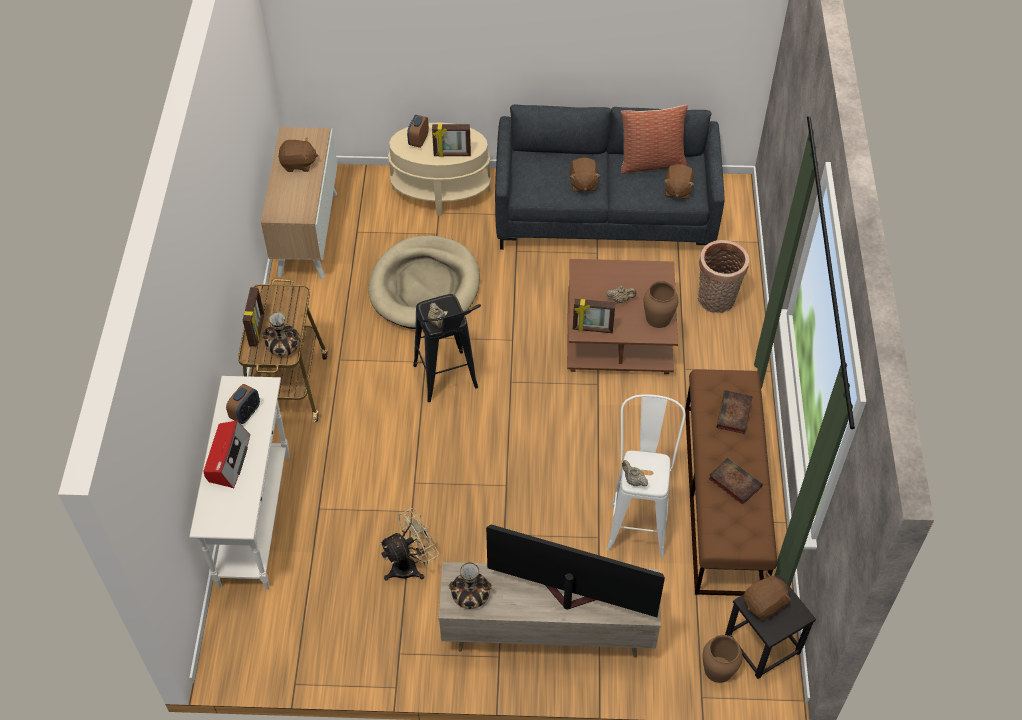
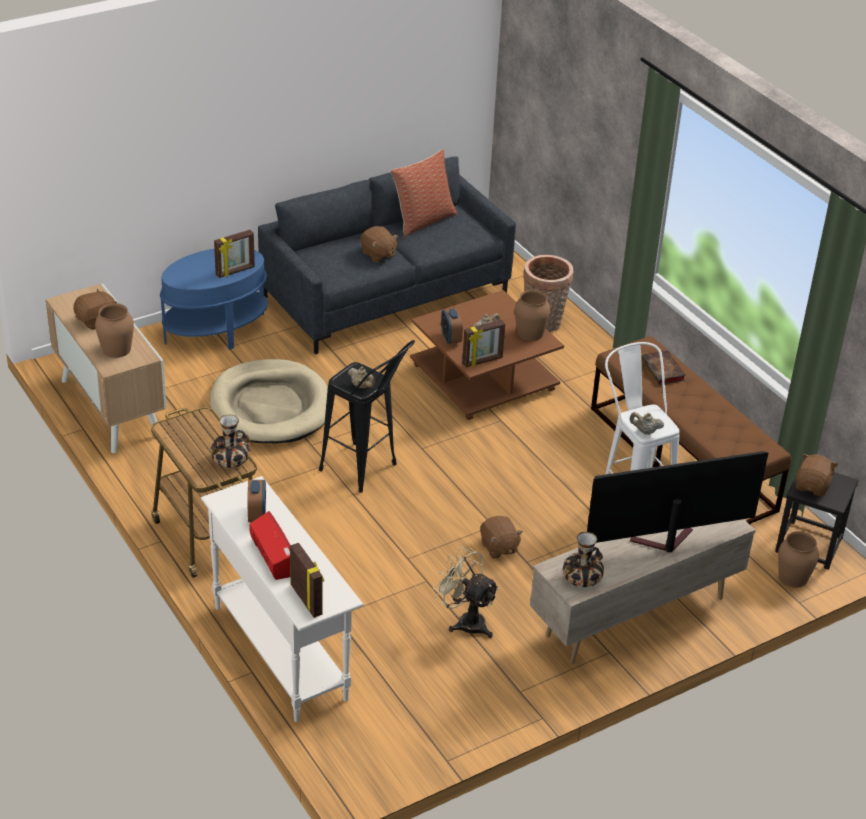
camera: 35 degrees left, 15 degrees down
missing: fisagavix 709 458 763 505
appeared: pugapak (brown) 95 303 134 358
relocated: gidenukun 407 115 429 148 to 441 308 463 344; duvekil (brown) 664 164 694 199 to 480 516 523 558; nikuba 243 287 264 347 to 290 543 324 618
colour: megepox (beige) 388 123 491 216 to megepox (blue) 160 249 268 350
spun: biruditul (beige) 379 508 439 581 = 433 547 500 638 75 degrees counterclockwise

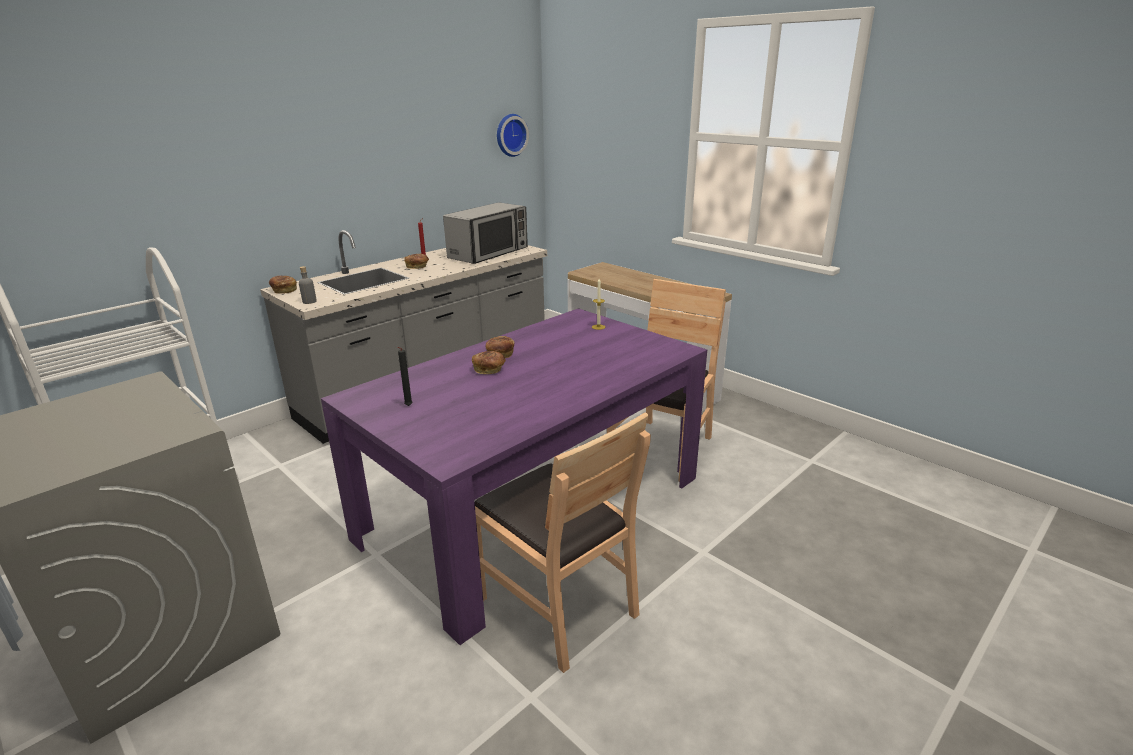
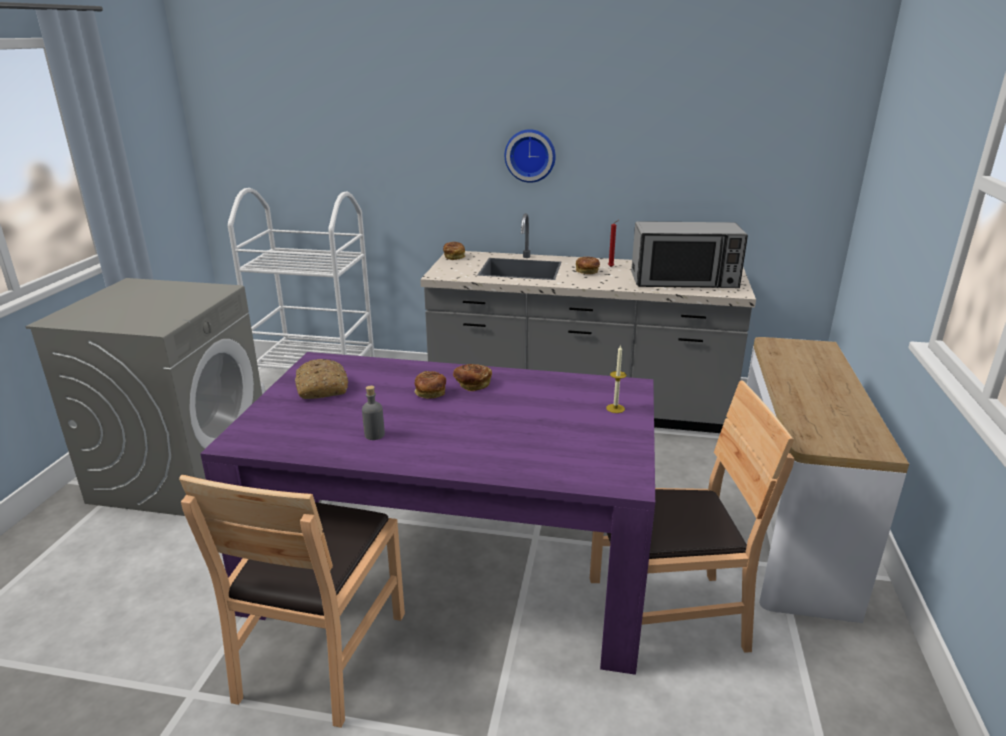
camera: 55 degrees right, 0 degrees up
relocated: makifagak 497 114 529 157 to 505 129 556 183; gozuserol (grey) 299 266 317 304 to 362 386 385 440
exchanged: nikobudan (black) 397 347 413 406 to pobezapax 295 359 348 399

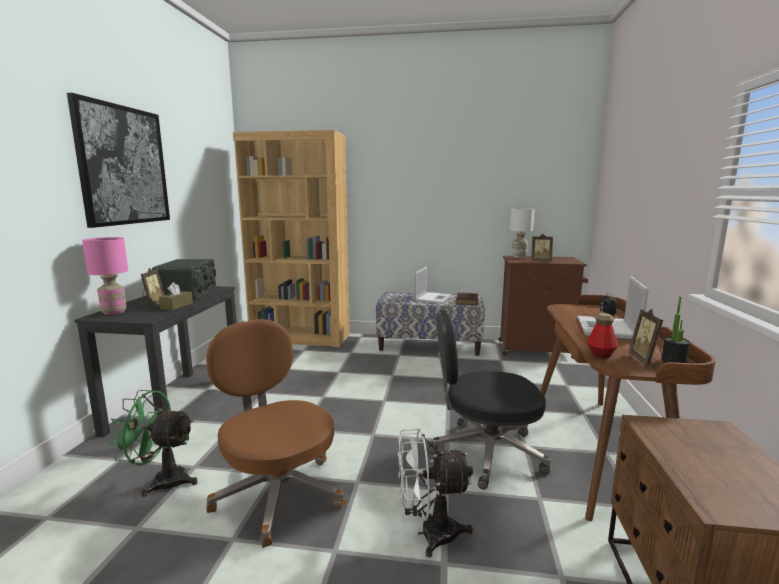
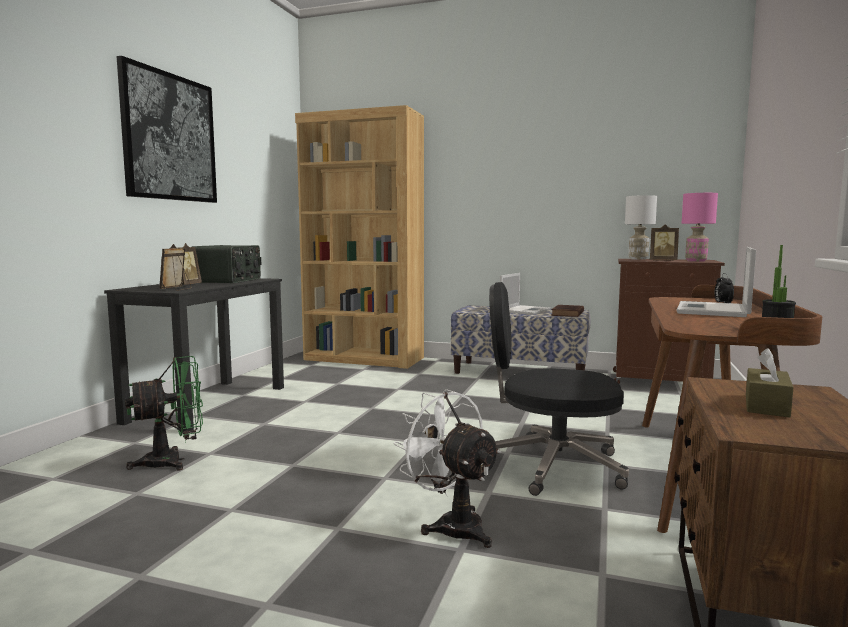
camera: 10 degrees right, 5 degrees down
missing: gozuserol 587 313 618 358; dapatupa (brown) 206 319 345 548
relocated: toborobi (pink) 82 237 128 315 to 682 193 718 262; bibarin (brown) 159 282 193 310 to 746 348 793 418; nikuba 628 309 664 366 to 159 244 191 291
spun: biruditul (green) 107 390 198 497 = 125 356 203 471 135 degrees clockwise; biruditul (white) 398 428 473 558 = 394 389 501 548 45 degrees clockwise

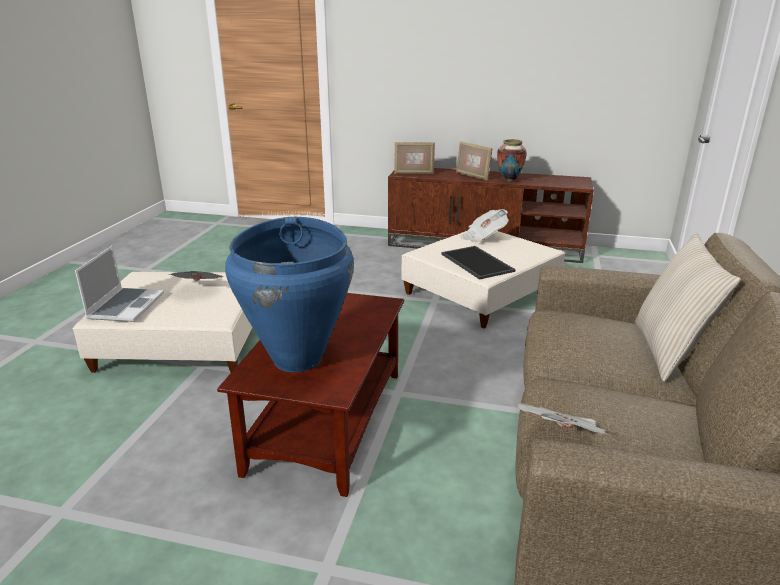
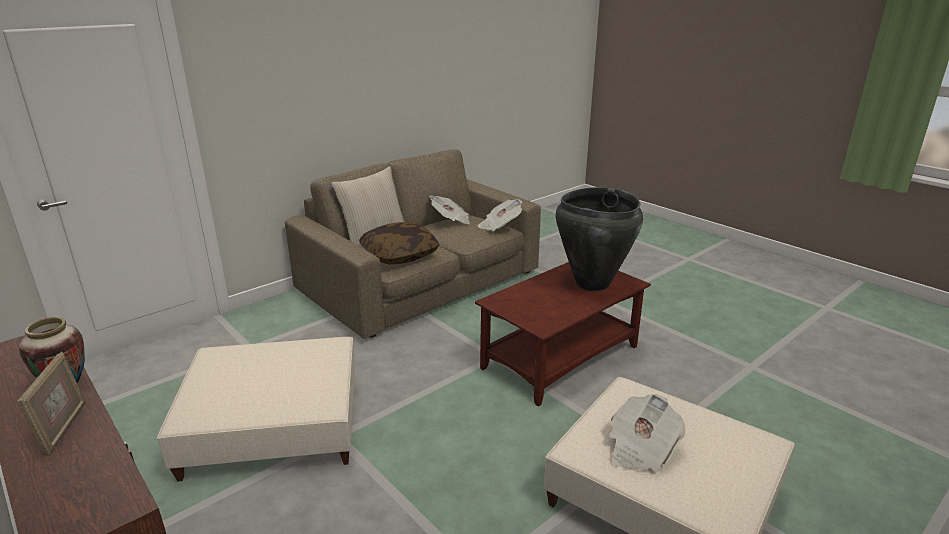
camera: 145 degrees left, 0 degrees up
missing: nikuba 394 142 435 174; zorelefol 75 246 164 322; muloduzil 441 246 516 280
appeared: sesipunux 359 222 440 264
relocated: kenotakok 460 209 509 242 to 429 195 470 224
colour: pugapak (blue) 225 217 354 372 to pugapak (black) 556 187 643 291

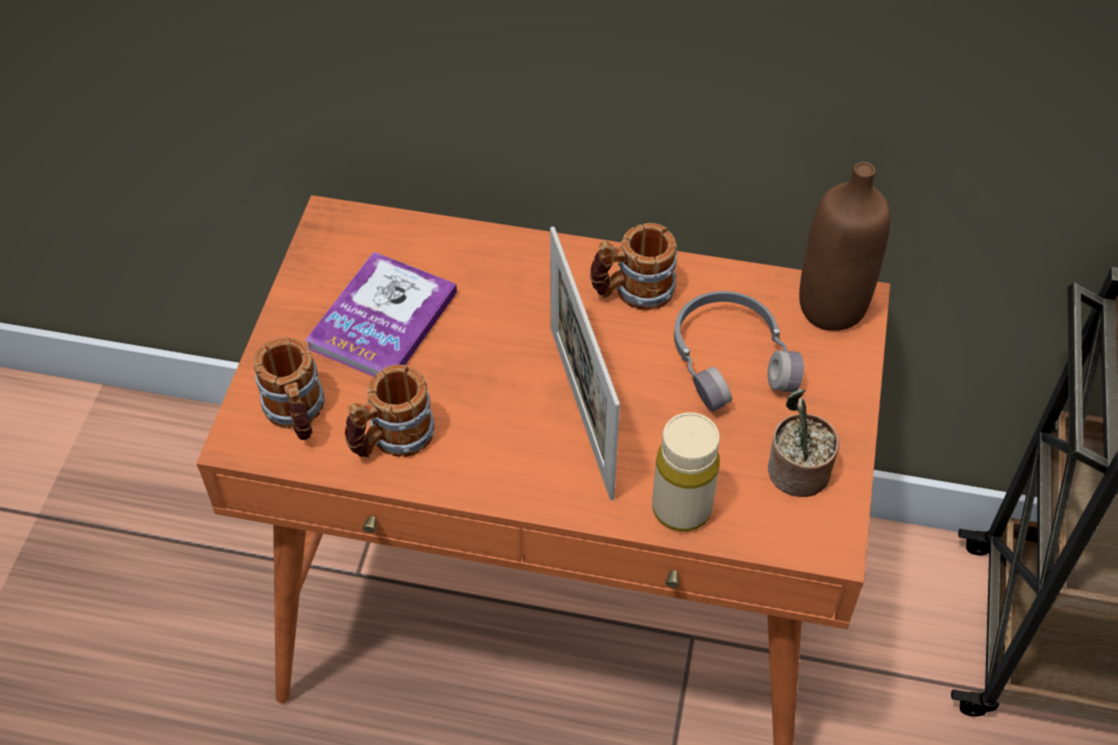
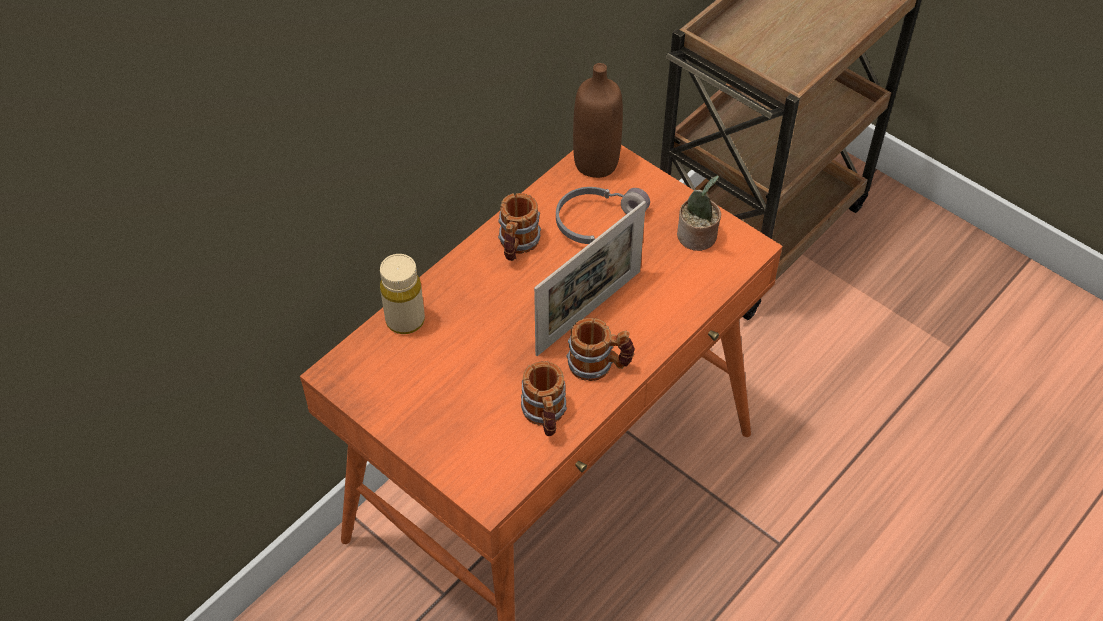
camera: 60 degrees left, 0 degrees up
missing: fisagavix 305 252 457 377
relocated: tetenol 254 337 325 440 to 567 318 635 381; gozuserol (beige) 652 412 720 531 to 380 254 425 334
spun: nikuba 550 226 620 500 = 534 201 646 356 60 degrees counterclockwise

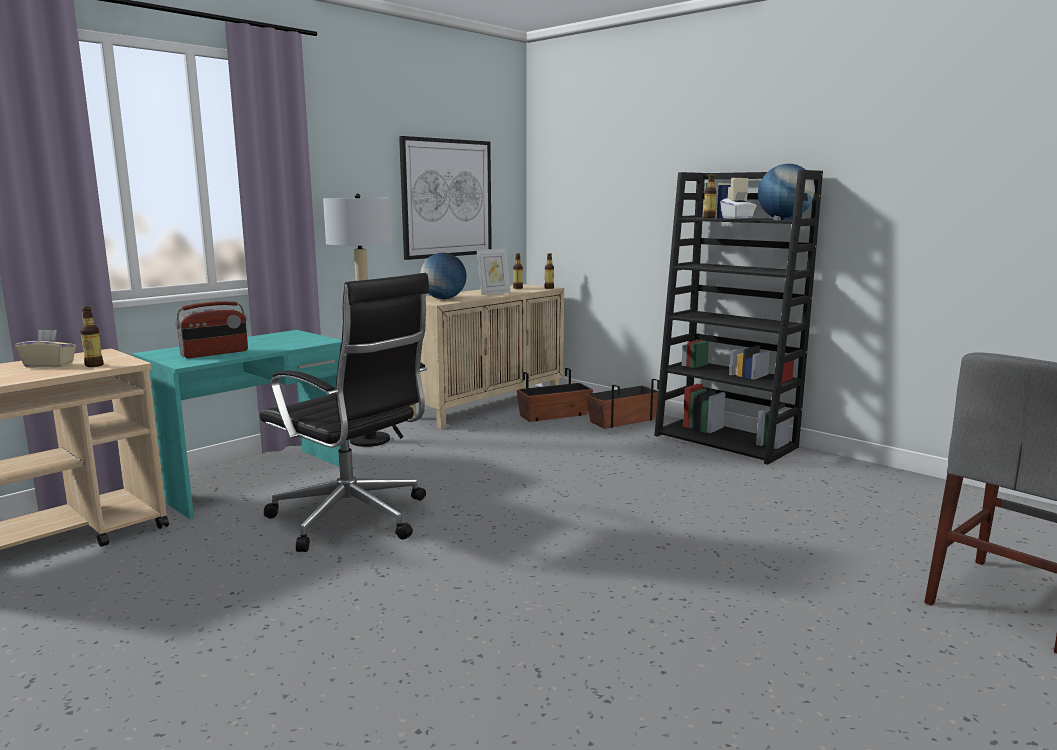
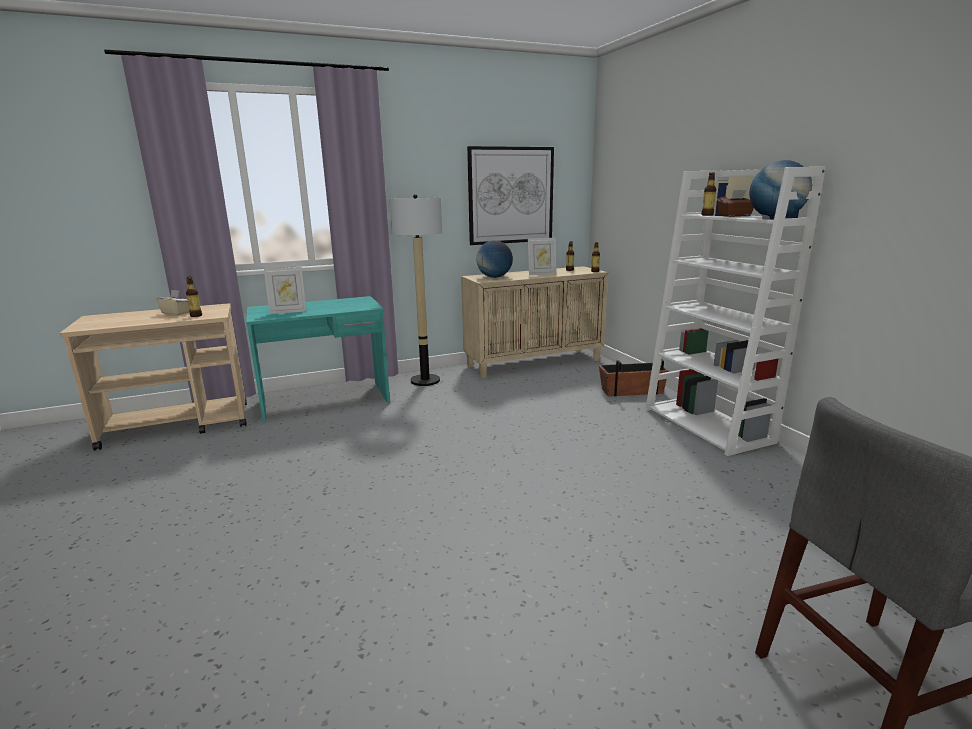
camera: 25 degrees right, 5 degrees up
missing: dapatupa (black) 260 273 430 552; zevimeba 517 368 593 422
exchanged: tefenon 175 301 248 358 to nikuba 264 267 306 314
colour: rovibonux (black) 654 170 823 465 to rovibonux (white) 645 167 826 456; bibarin (white) 720 192 757 219 to bibarin (brown) 717 190 754 217

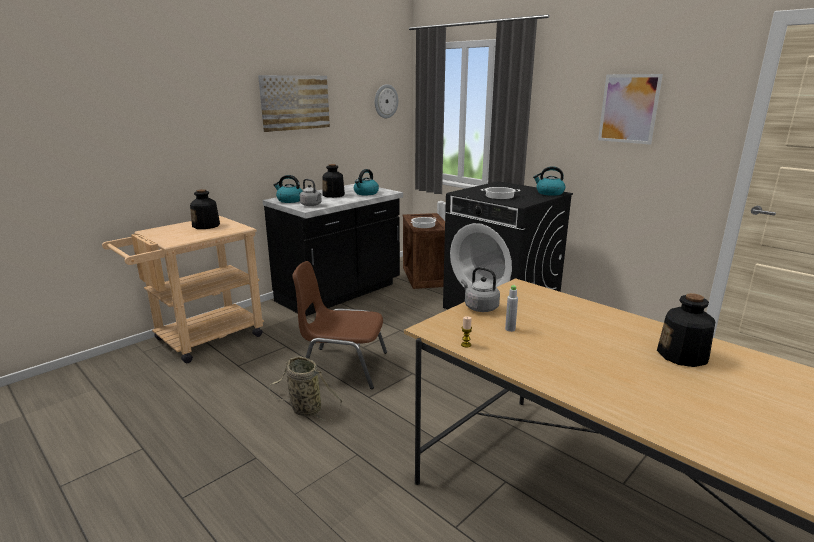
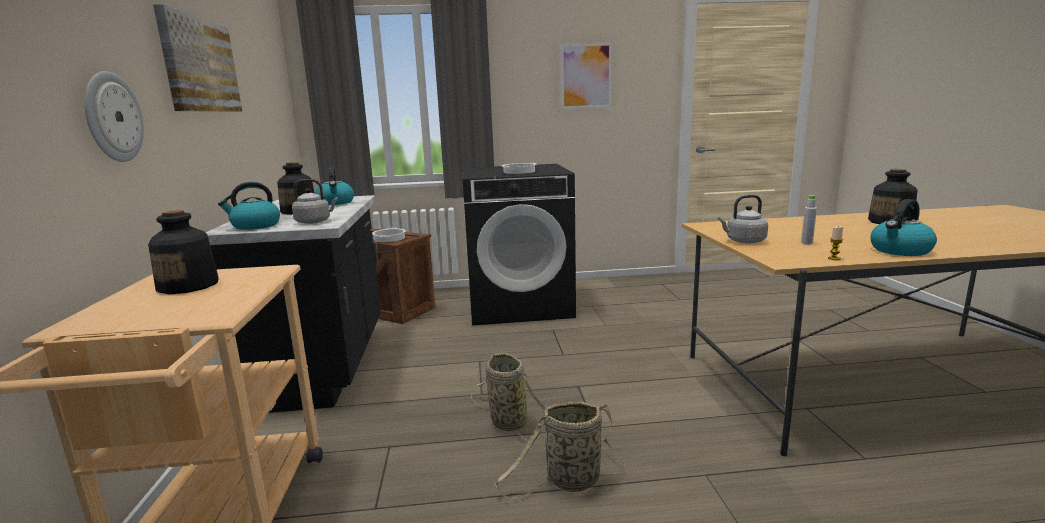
camera: 50 degrees left, 5 degrees down
relocated: makifagak 375 84 398 118 to 84 71 144 162; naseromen 533 166 565 196 to 870 199 937 256
exchanged: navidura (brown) 292 261 387 389 to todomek 471 353 546 440

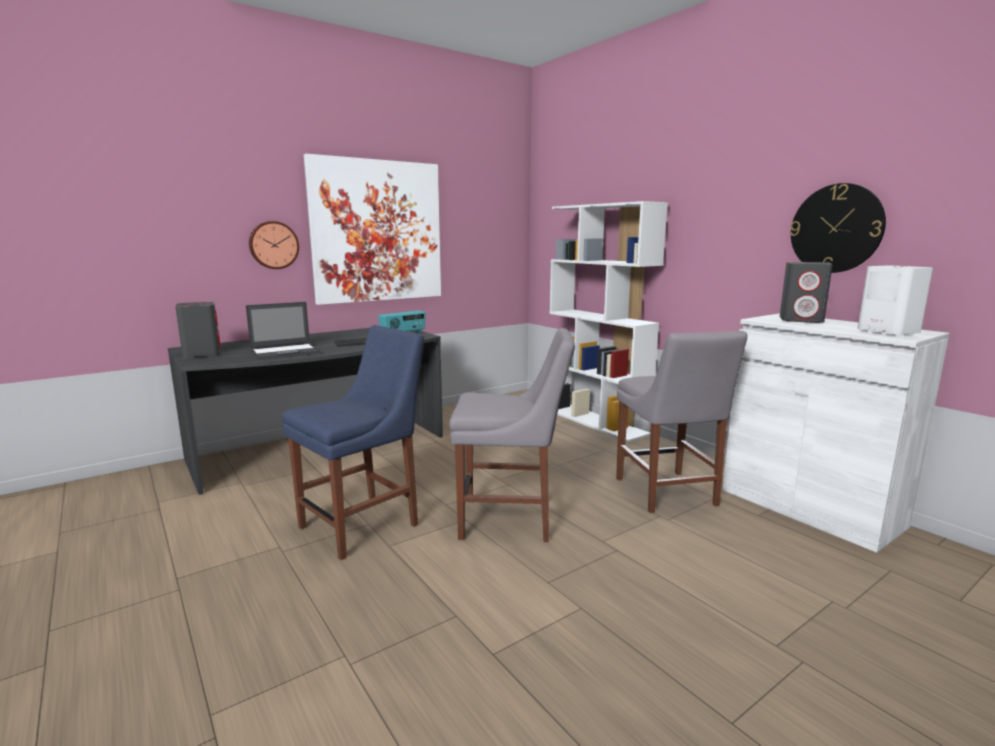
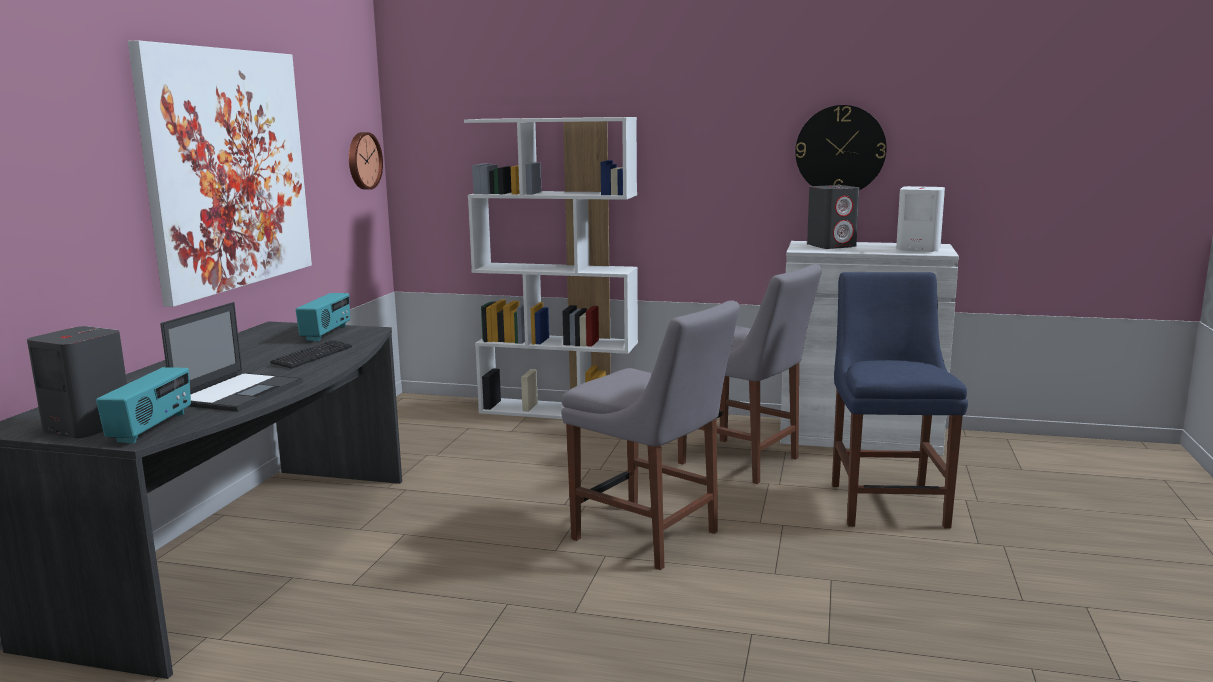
camera: 40 degrees left, 0 degrees up
appeared: tefenon 96 367 191 444
relocated: makifagak 249 221 299 269 to 349 132 383 190; navidura (blue) 282 325 424 560 to 832 272 968 529
spun: navidura (grey) 449 328 575 542 = 561 300 740 570 75 degrees clockwise

